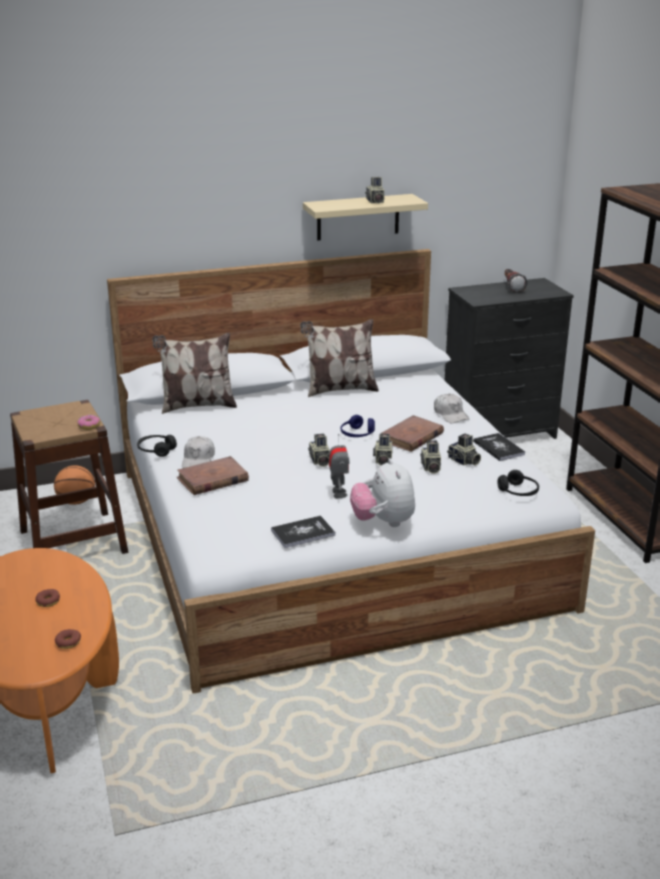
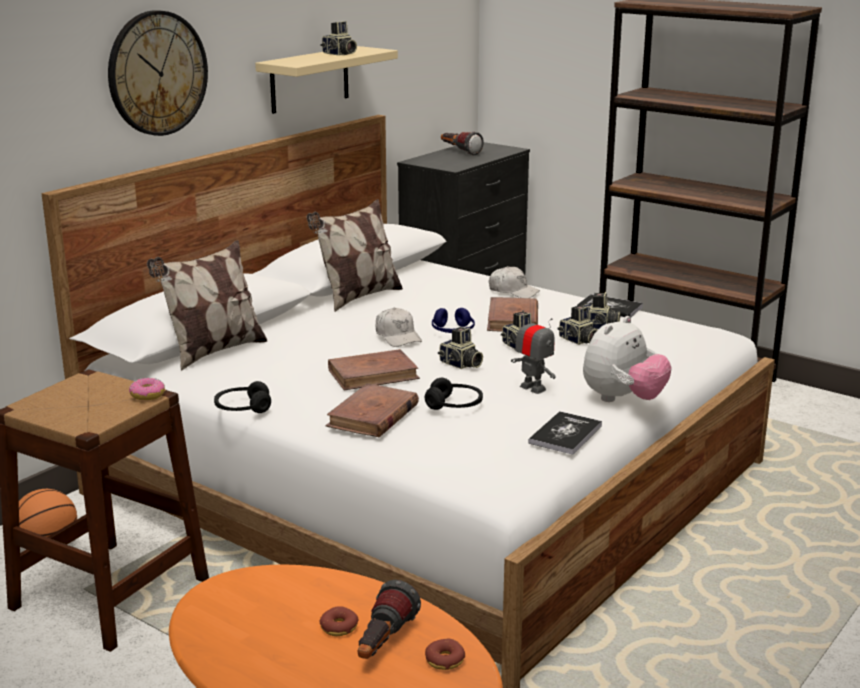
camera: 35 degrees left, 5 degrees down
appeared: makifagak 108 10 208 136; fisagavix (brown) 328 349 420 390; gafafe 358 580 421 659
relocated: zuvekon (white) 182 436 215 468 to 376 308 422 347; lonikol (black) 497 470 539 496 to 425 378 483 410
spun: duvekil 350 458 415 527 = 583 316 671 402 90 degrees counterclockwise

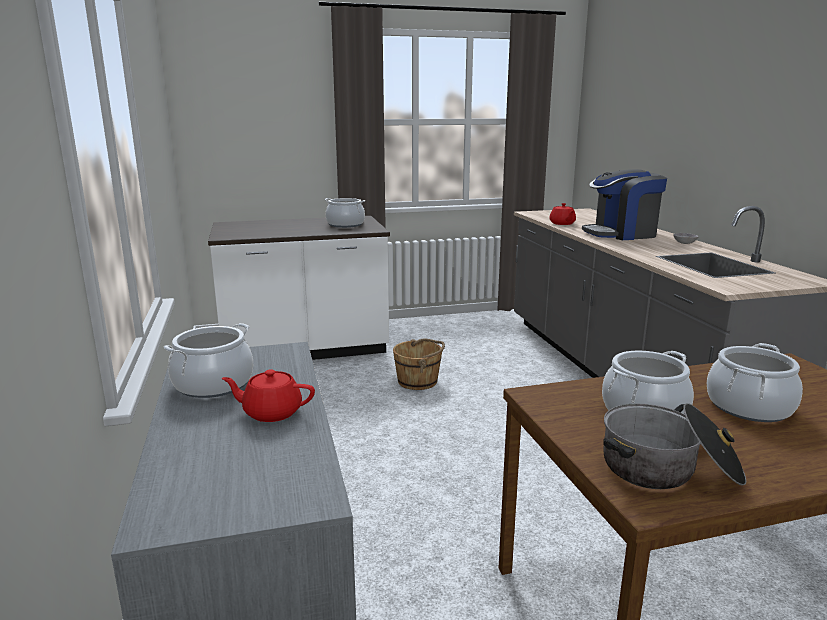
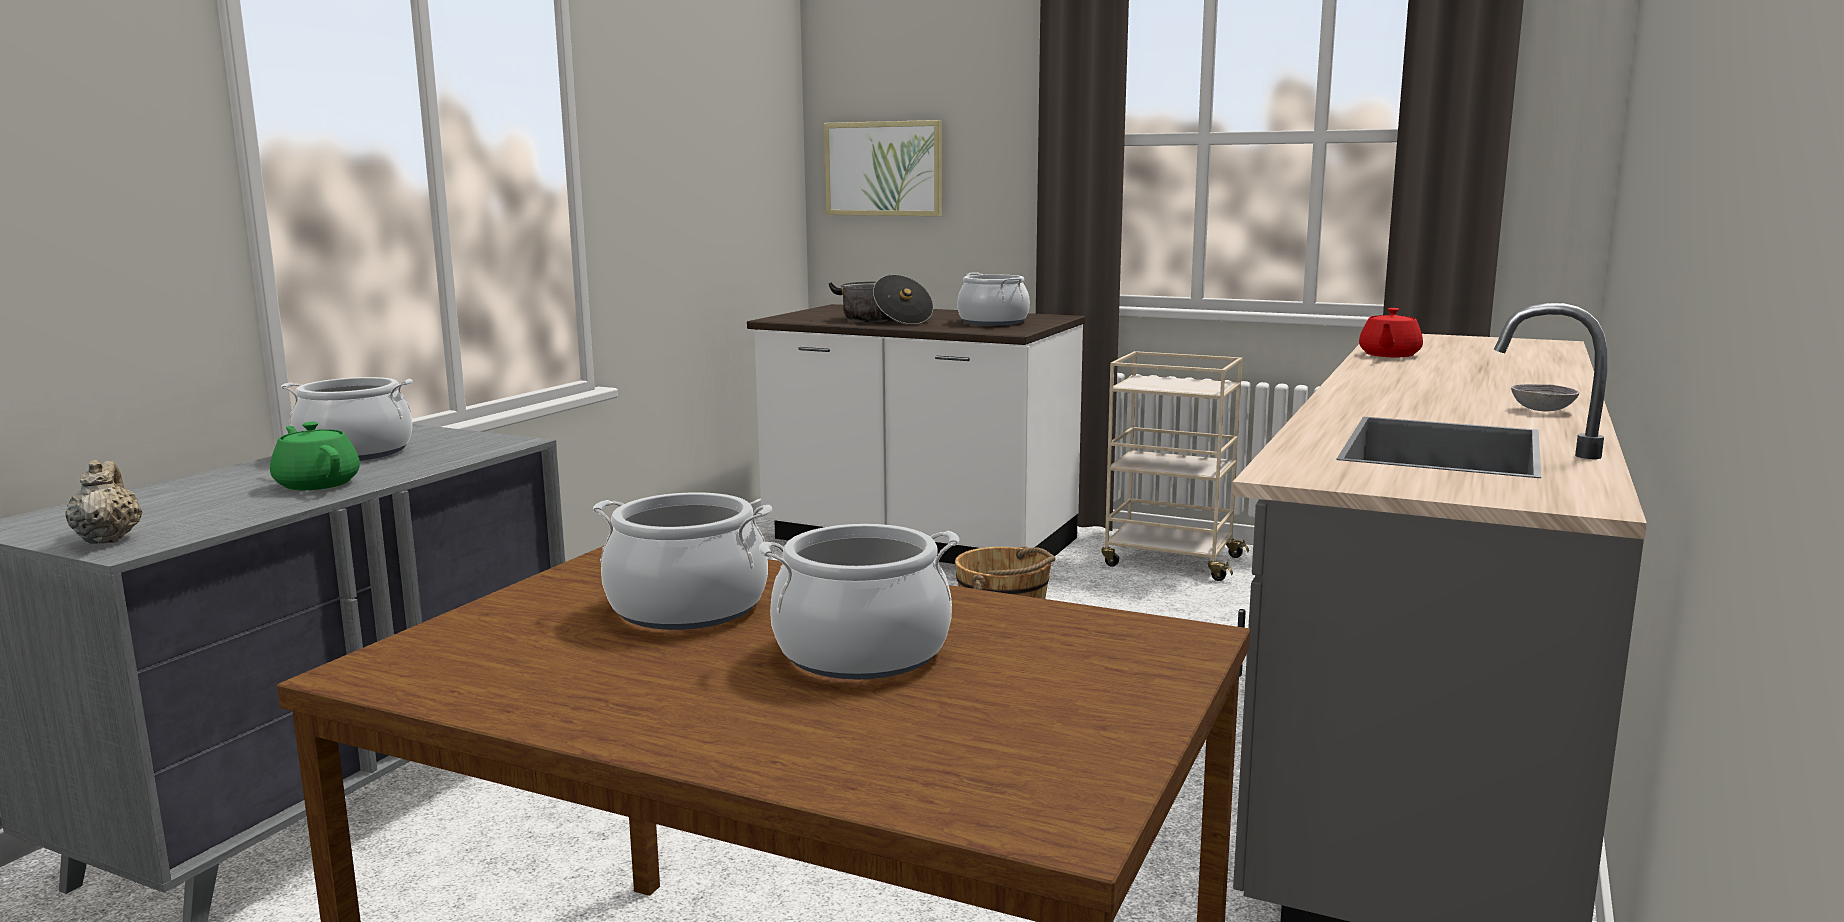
camera: 40 degrees right, 5 degrees down
missing: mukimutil 582 169 667 240
appeared: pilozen 824 120 942 216; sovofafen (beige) 1101 351 1249 581; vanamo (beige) 65 460 142 544
relocated: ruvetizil 603 403 746 489 to 829 275 934 325
colour: vanamo (red) 222 369 315 422 to vanamo (green) 270 422 360 490

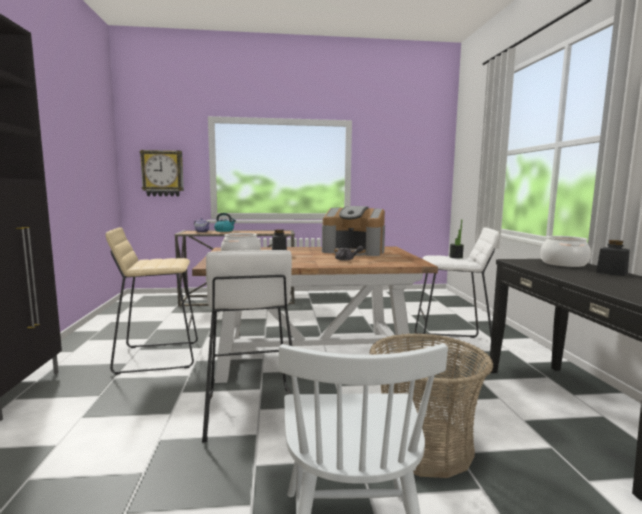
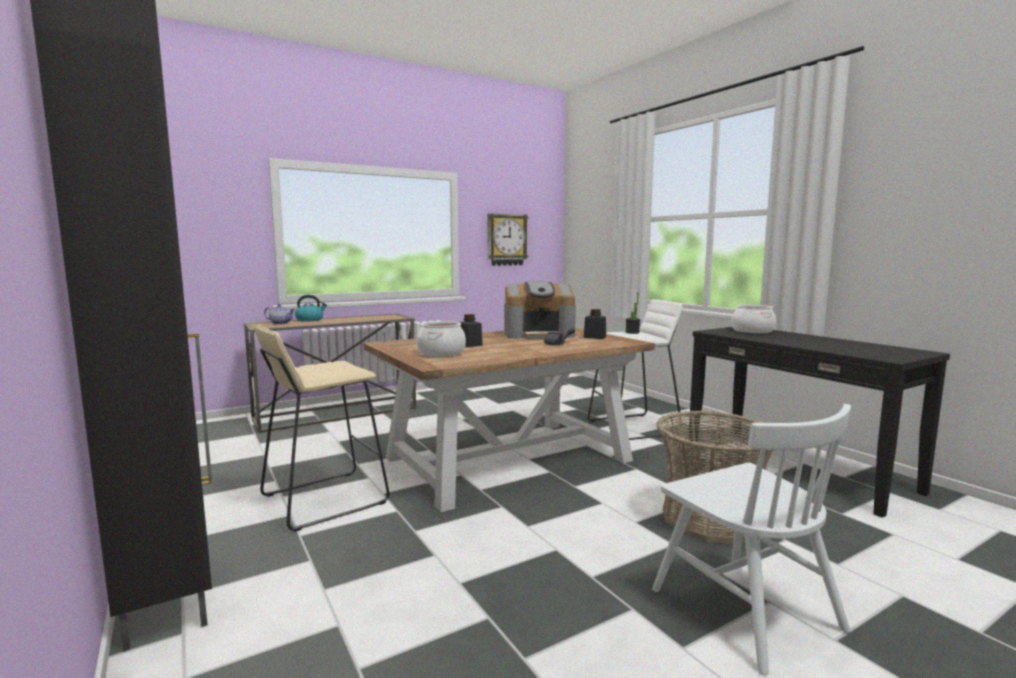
camera: 25 degrees left, 0 degrees up
missing: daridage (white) 202 250 292 443
relocated: makifagak 139 150 184 196 to 487 213 529 266; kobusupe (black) 596 240 630 276 to 584 309 606 339

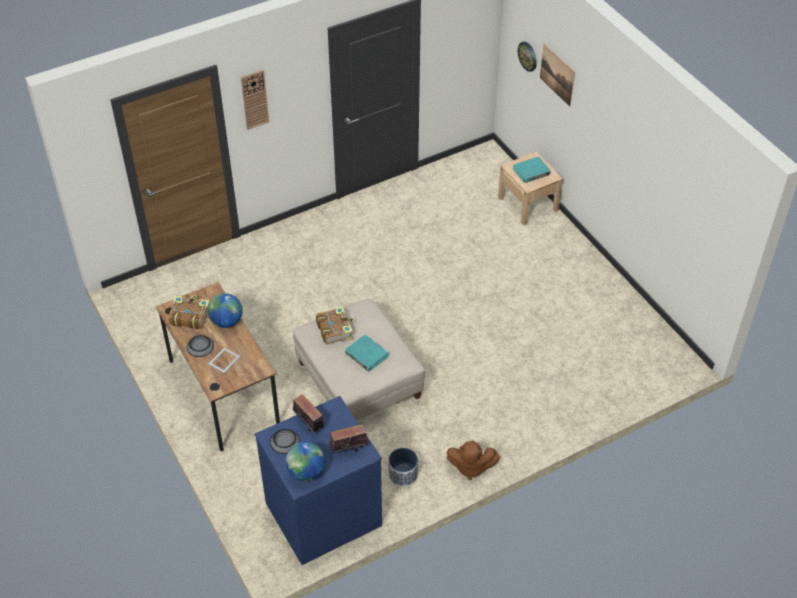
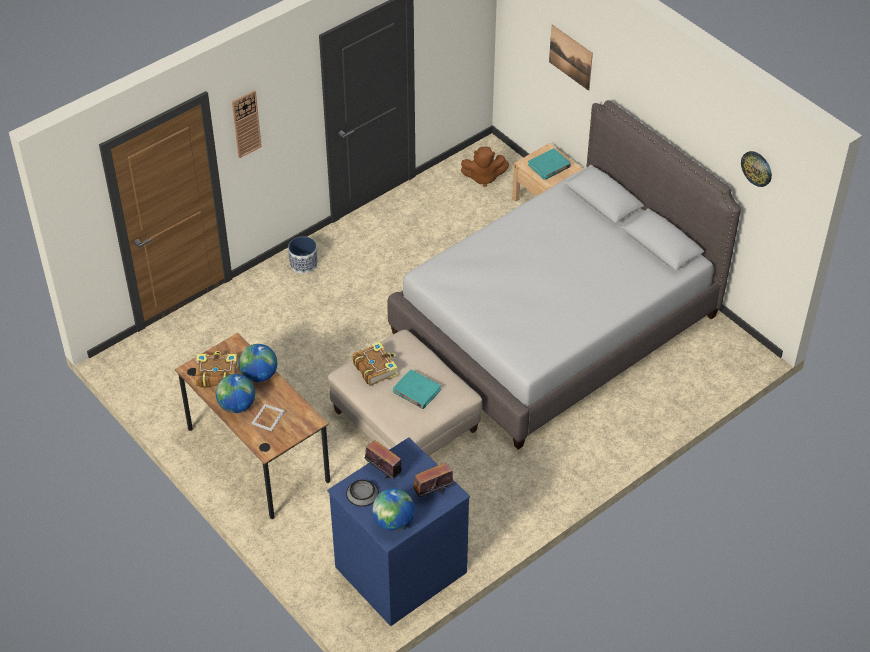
camera: 10 degrees left, 0 degrees up
appeared: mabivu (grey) 387 100 741 449
relocated: makifagak 518 41 537 72 to 741 151 772 187; duvekil (brown) 447 441 500 480 to 461 147 509 187; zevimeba 388 448 418 487 to 288 236 318 274
exchanged: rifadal 187 335 214 357 to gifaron 216 374 255 413

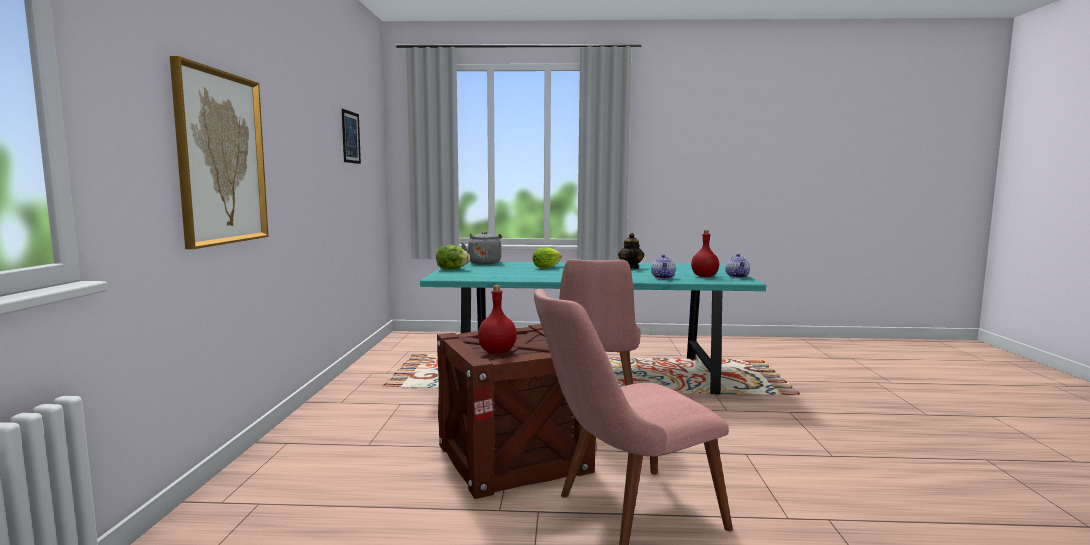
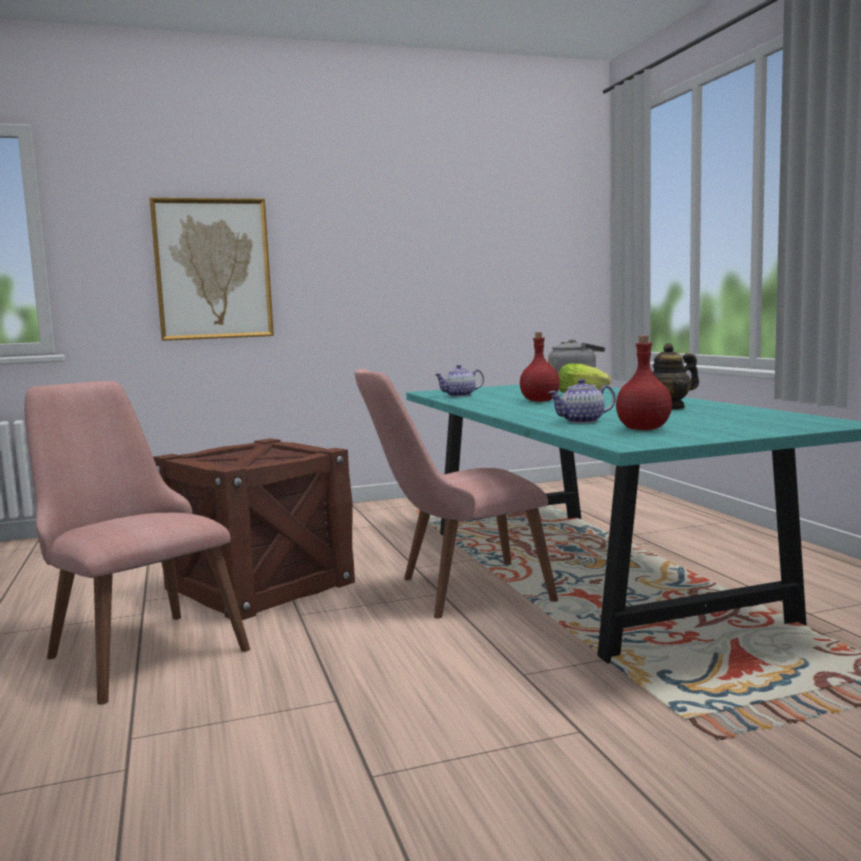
camera: 70 degrees right, 0 degrees up
missing: pilozen 342 109 361 164; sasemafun 436 245 470 270
relocated: vanamo 725 254 750 278 to 434 365 484 397; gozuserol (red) 478 285 517 354 to 520 332 560 402

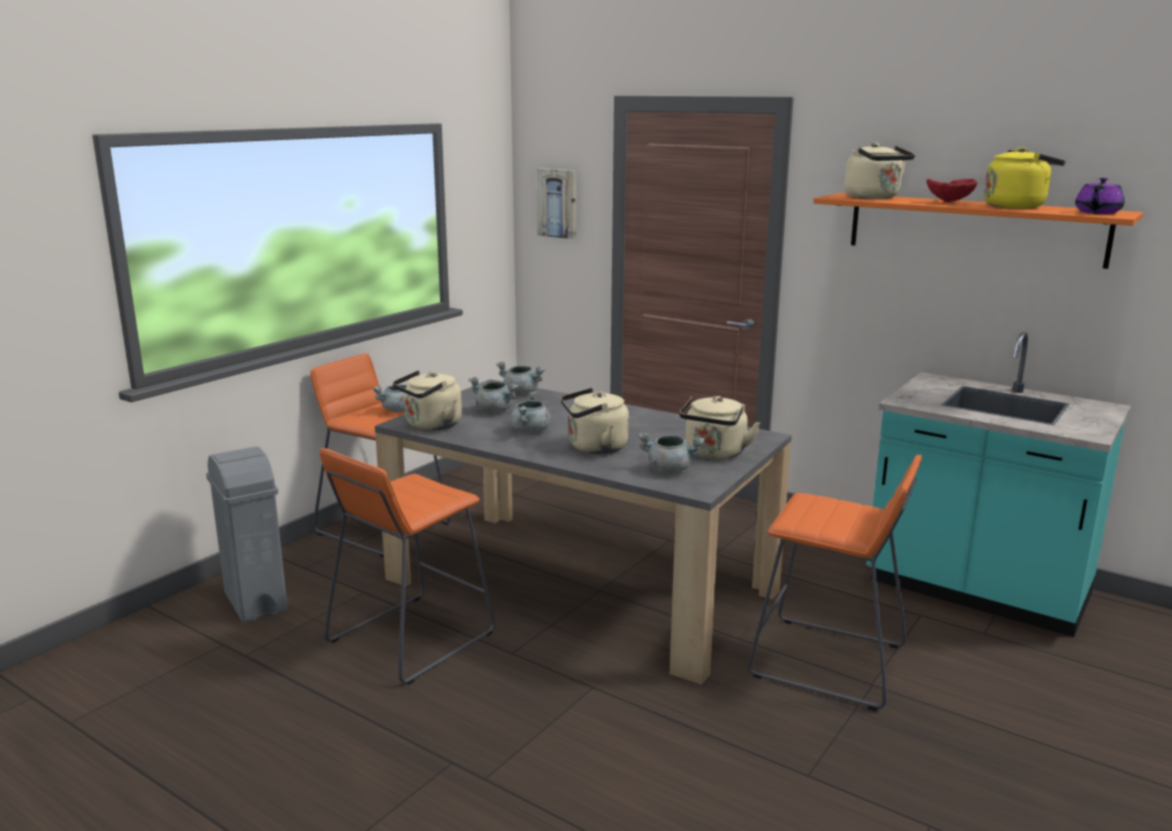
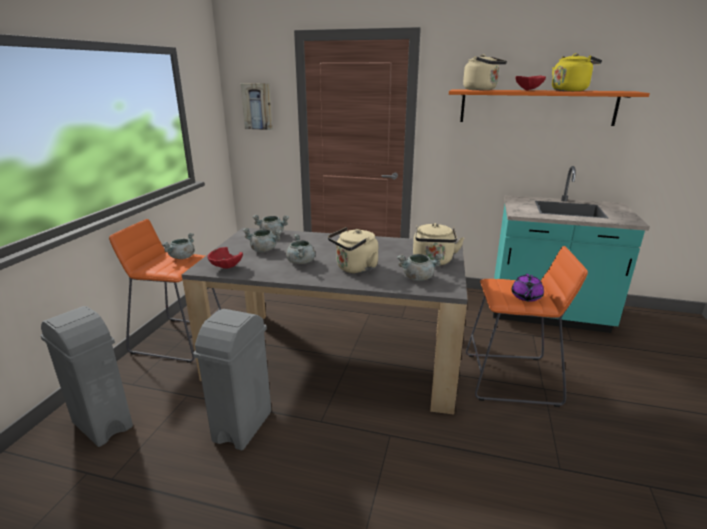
camera: 20 degrees left, 5 degrees up
relocated: vanamo (purple) 1075 178 1124 214 to 511 274 544 302
exchanged: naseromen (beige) 393 370 462 431 to rifadal (red) 208 247 243 268; daridage (orange) 319 448 495 685 to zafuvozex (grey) 193 309 271 451

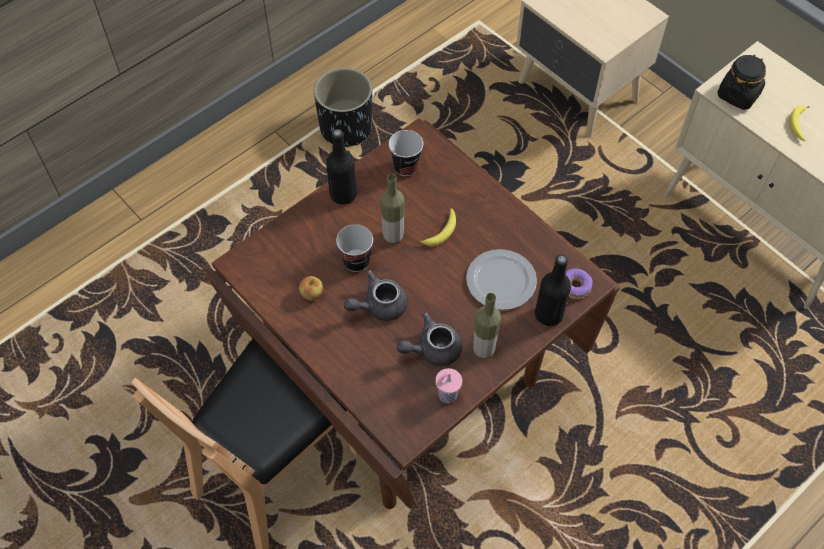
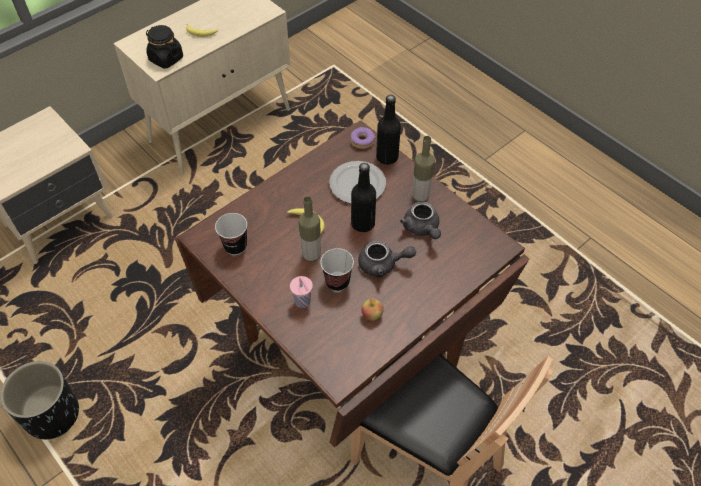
camera: 90 degrees left, 5 degrees down
relocated: gozuserol (black) 326 129 357 205 to 351 163 376 232; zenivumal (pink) 435 368 462 403 to 290 276 313 308
spun: vanamo (grey) 344 270 408 321 = 358 241 416 277 60 degrees counterclockwise

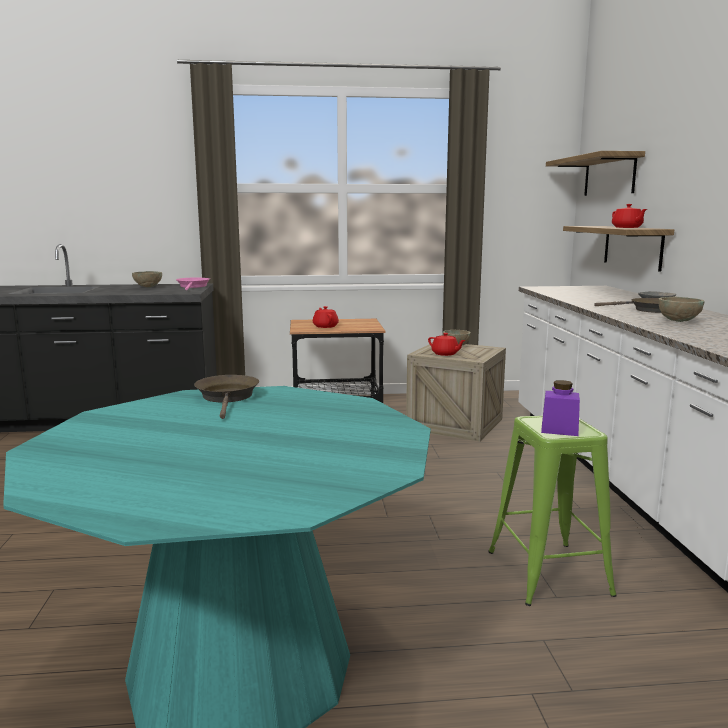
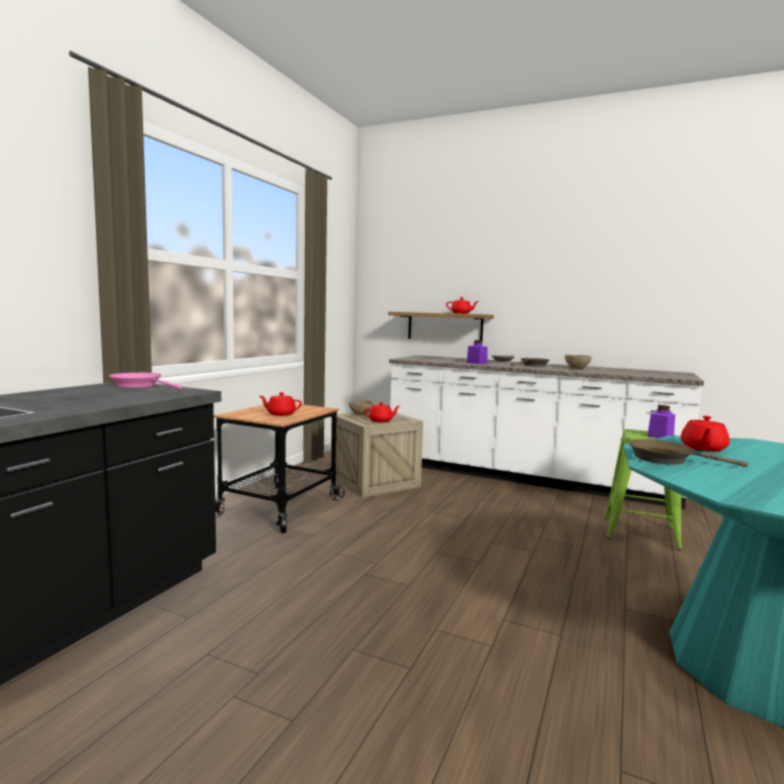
camera: 60 degrees left, 5 degrees down
missing: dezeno 546 151 645 196; rifadal (beige) 132 271 162 287
appeared: kobusupe (purple) 467 340 488 364; vanamo (red) 680 416 730 452

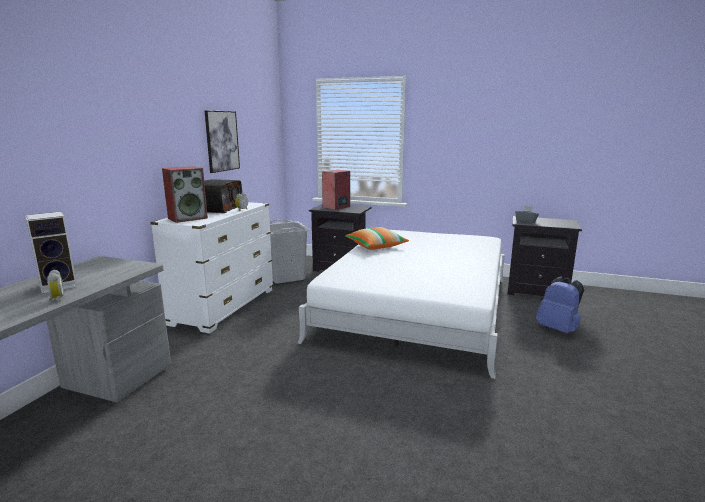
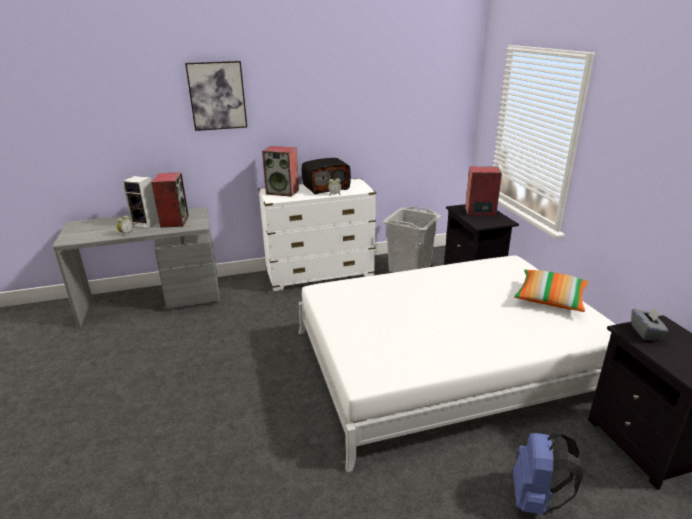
camera: 55 degrees right, 10 degrees up
appeared: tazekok 151 172 189 228
relocated: pilozen 205 110 240 173 to 185 61 247 131; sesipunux 345 227 409 250 to 514 270 588 312

